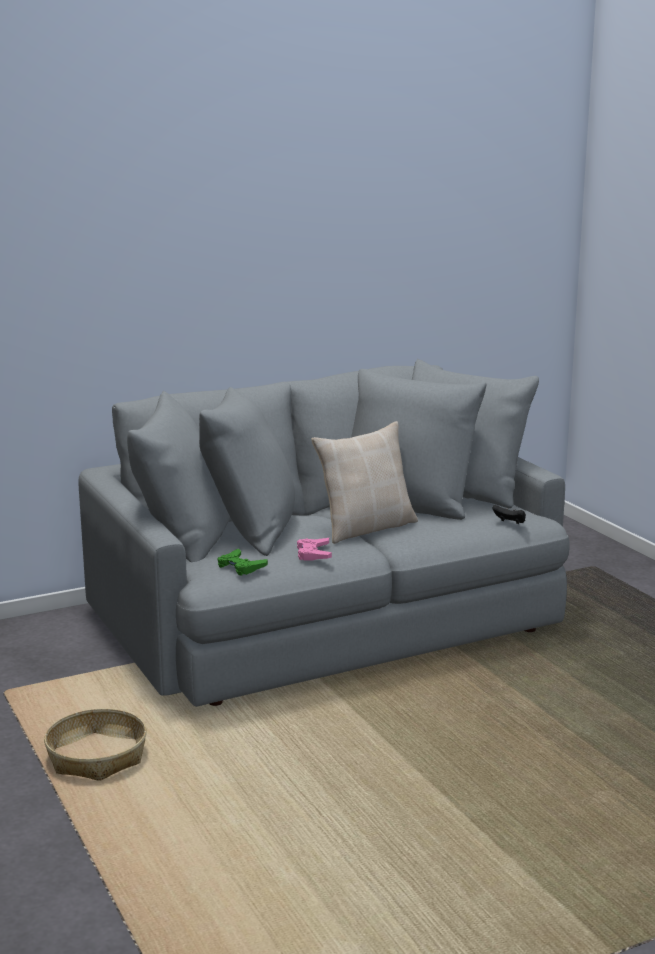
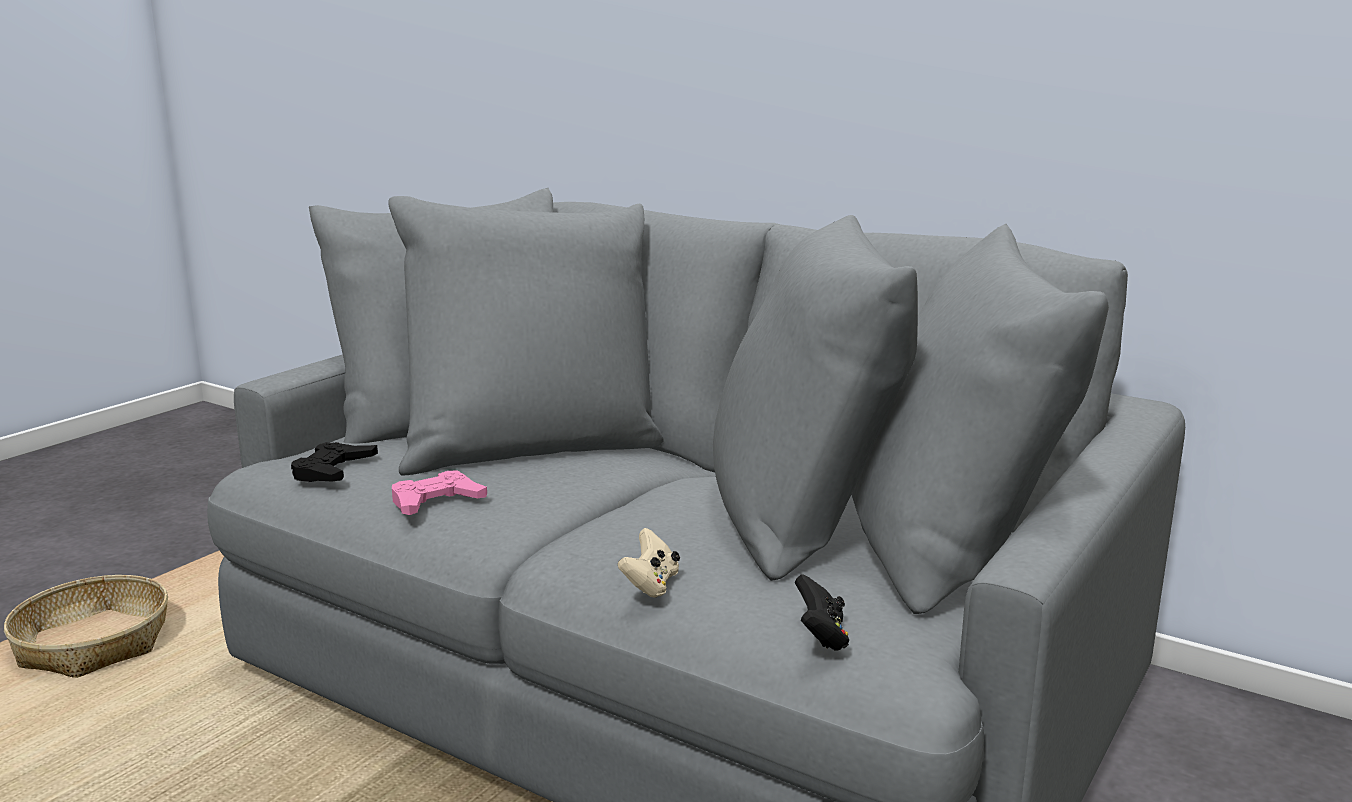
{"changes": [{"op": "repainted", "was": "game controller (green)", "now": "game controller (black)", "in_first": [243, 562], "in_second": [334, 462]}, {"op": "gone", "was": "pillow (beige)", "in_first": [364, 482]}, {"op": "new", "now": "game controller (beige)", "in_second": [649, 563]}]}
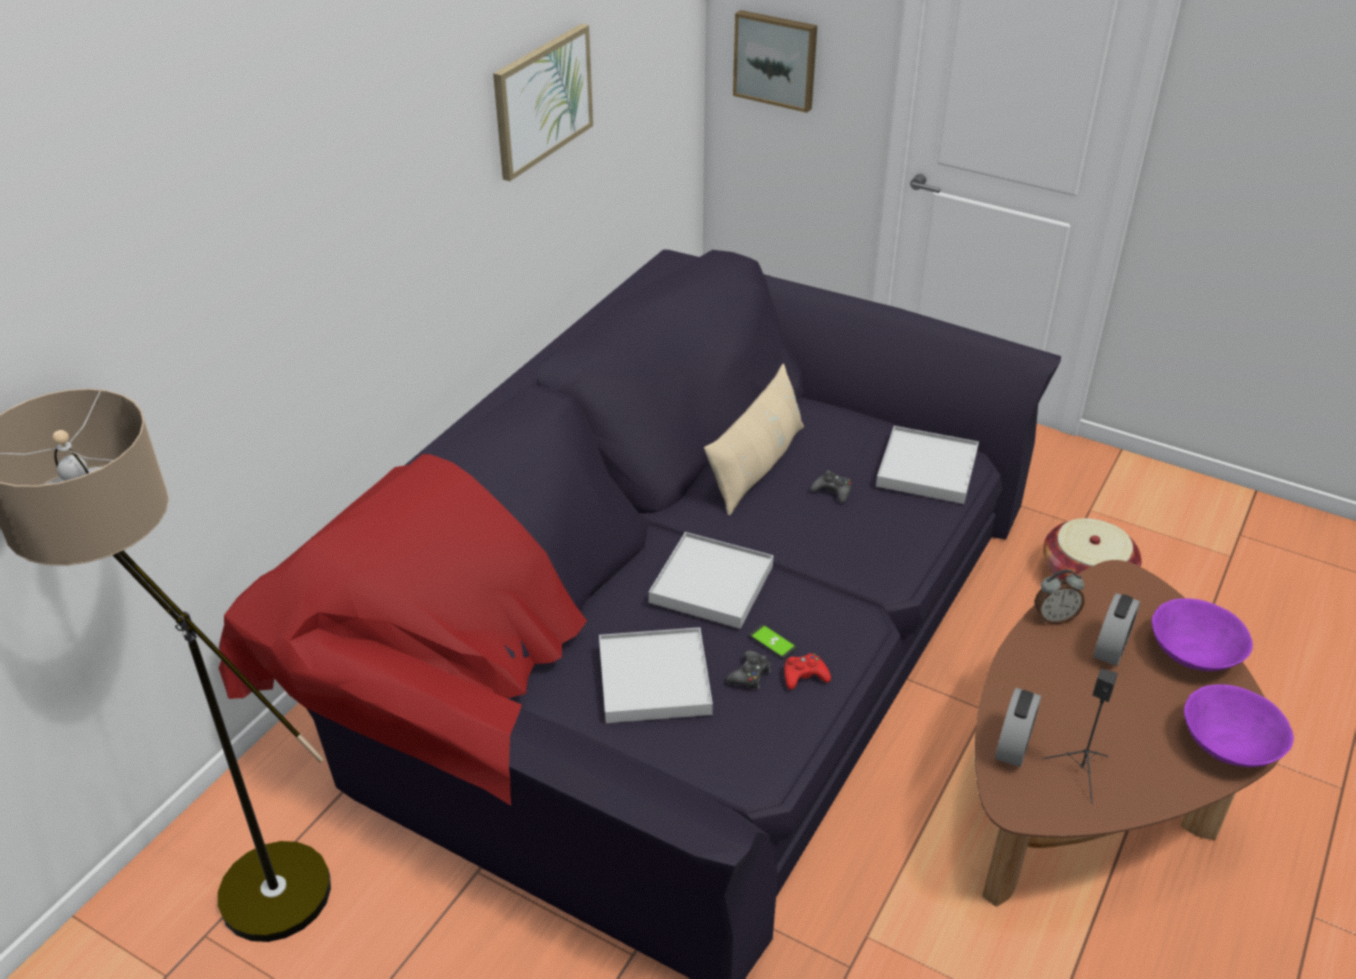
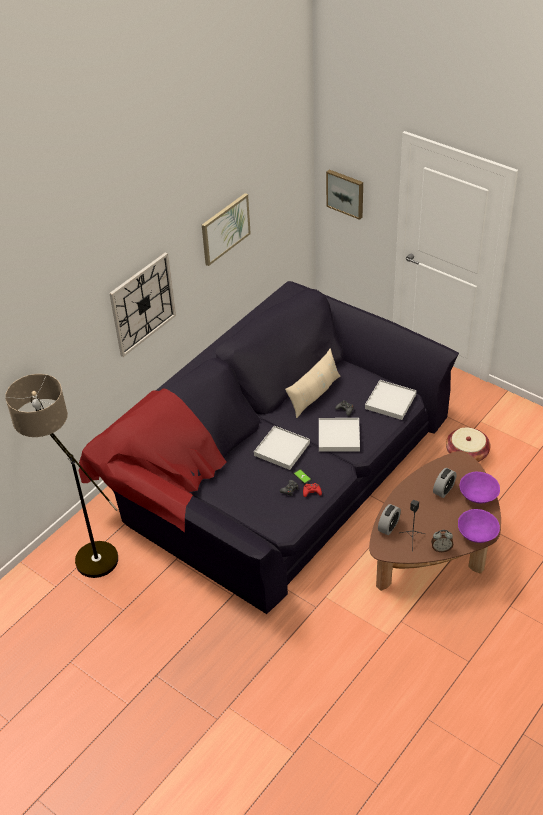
{"changes": [{"op": "shifted", "was": "tray (white)", "in_first": [656, 675], "in_second": [339, 434]}, {"op": "shifted", "was": "alarm clock", "in_first": [1060, 597], "in_second": [442, 541]}, {"op": "new", "now": "wall clock", "in_second": [142, 304]}]}
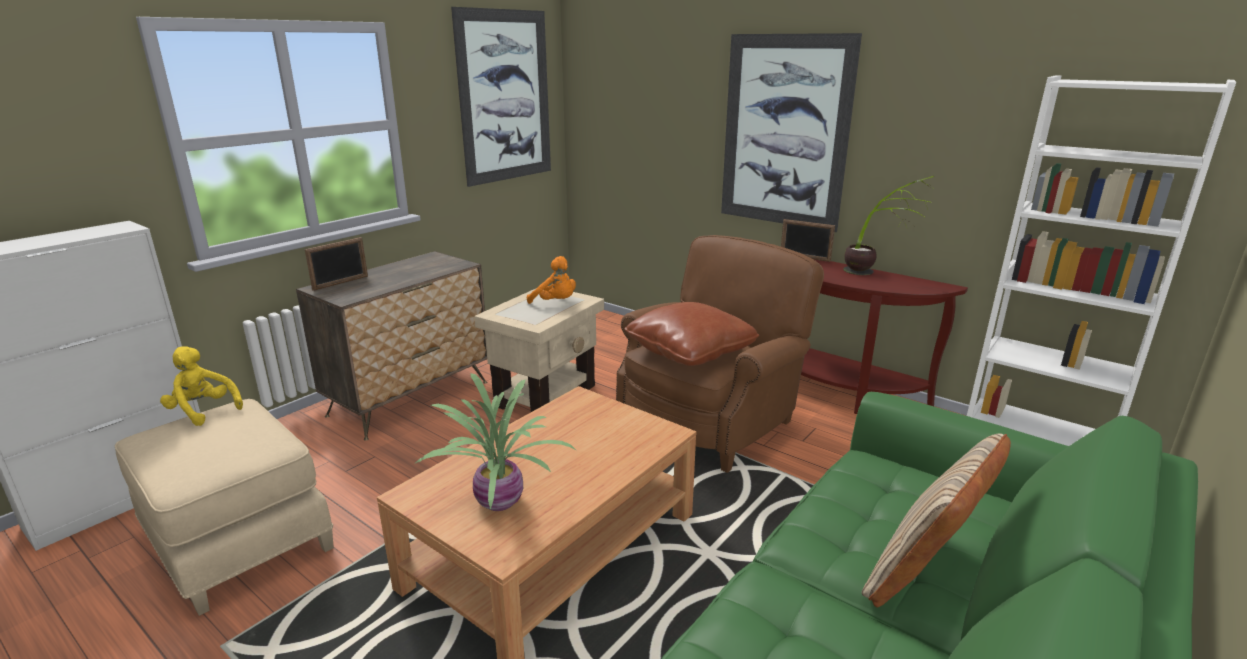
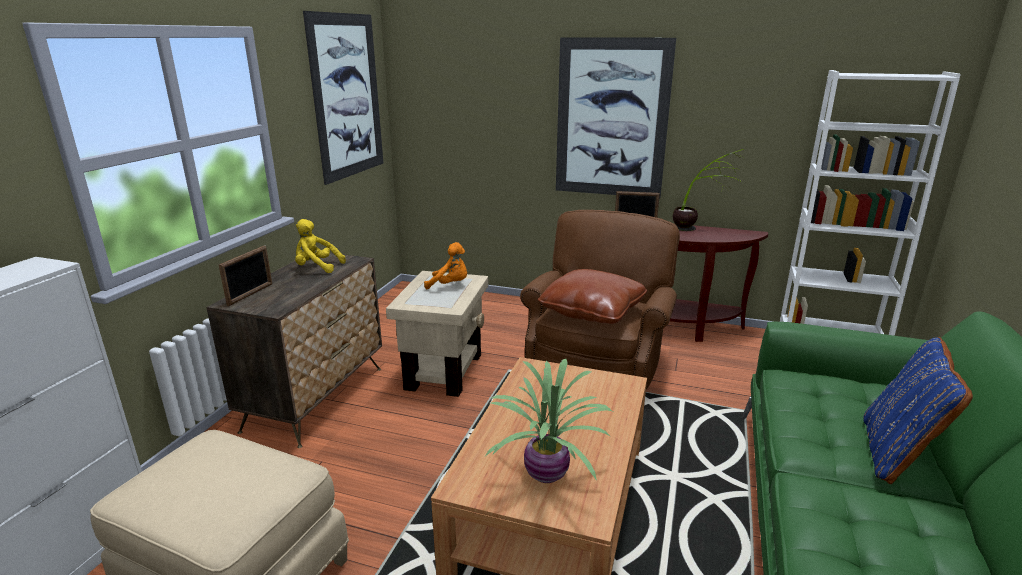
{"changes": [{"op": "shifted", "was": "plush toy (yellow)", "in_first": [201, 386], "in_second": [320, 246]}, {"op": "repainted", "was": "pillow (beige)", "now": "pillow (blue)", "in_first": [936, 520], "in_second": [918, 410]}]}
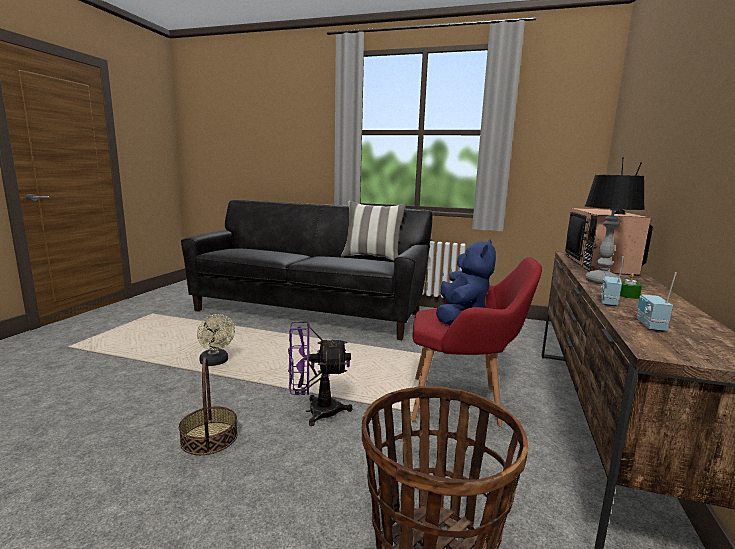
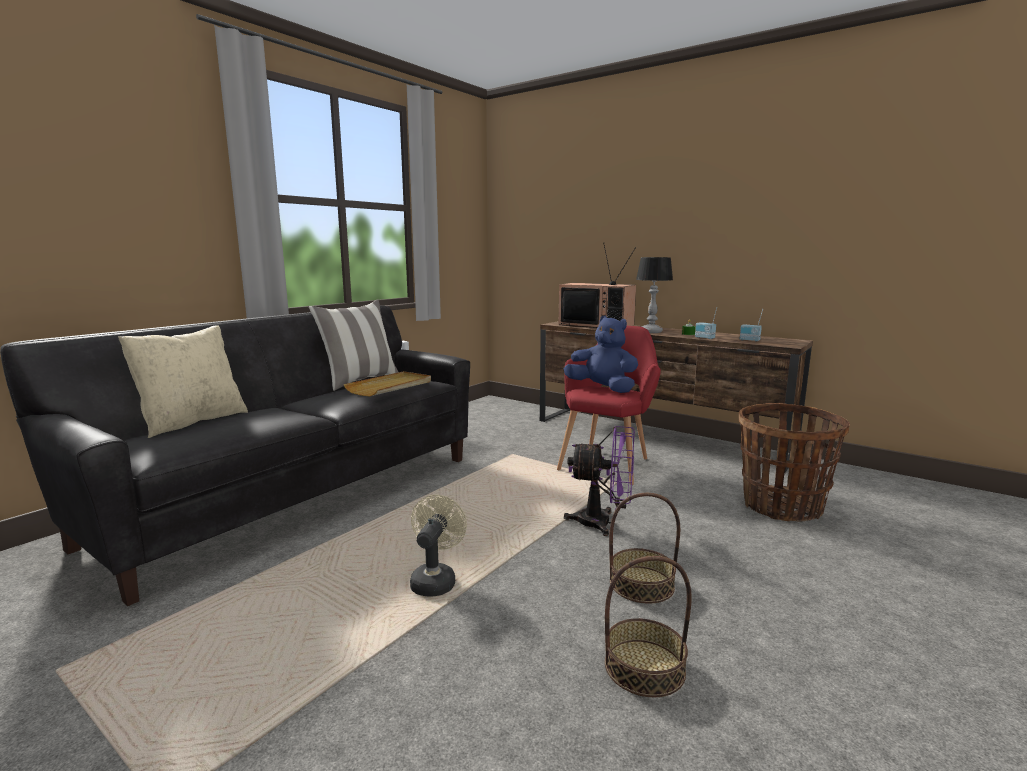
{"changes": [{"op": "rotated", "was": "fan (beige)", "in_first": [216, 340], "in_second": [438, 546], "clockwise": -60}, {"op": "rotated", "was": "fan (purple)", "in_first": [320, 373], "in_second": [599, 481], "clockwise": -90}, {"op": "new", "now": "pillow (beige)", "in_second": [183, 381]}, {"op": "new", "now": "tray (beige)", "in_second": [387, 384]}, {"op": "new", "now": "basket", "in_second": [648, 626]}]}
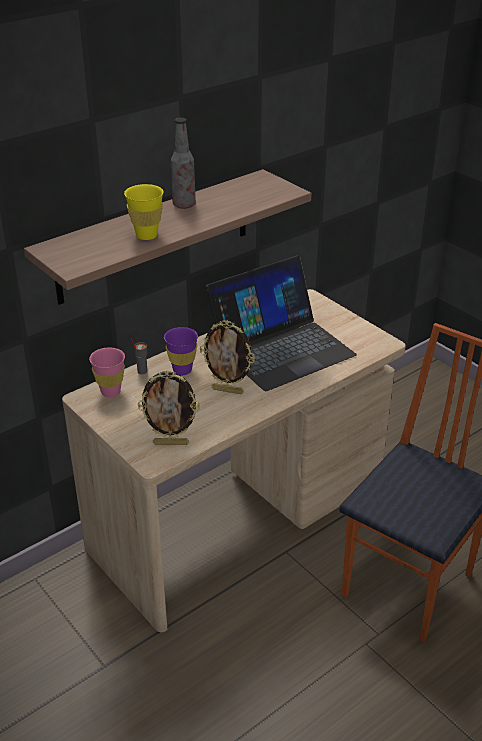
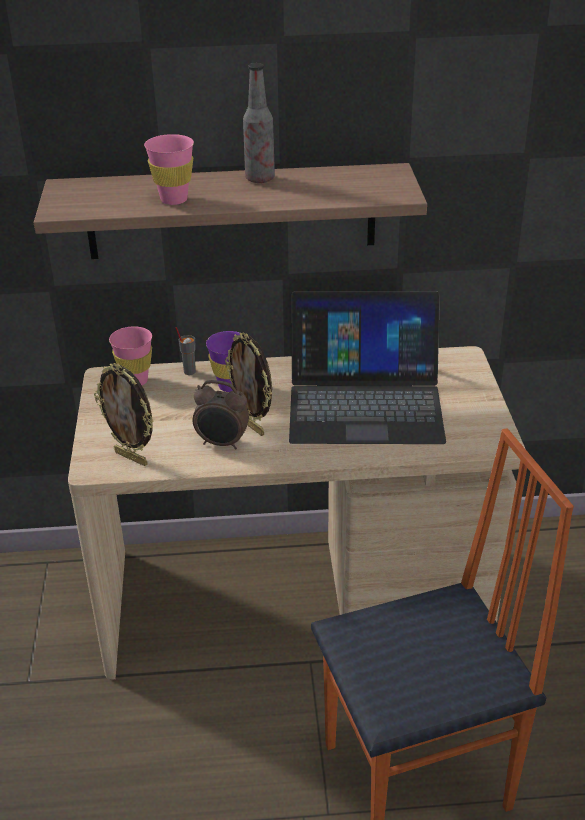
{"changes": [{"op": "repainted", "was": "cup (yellow)", "now": "cup (pink)", "in_first": [144, 212], "in_second": [169, 169]}, {"op": "new", "now": "alarm clock", "in_second": [220, 415]}]}
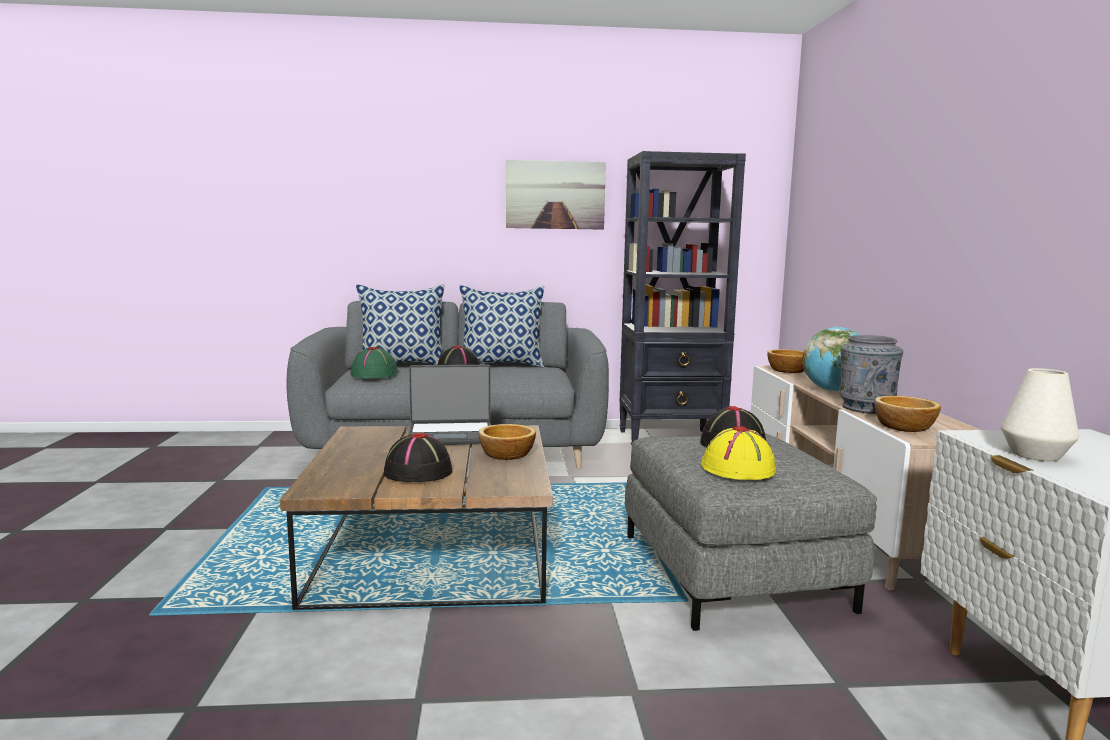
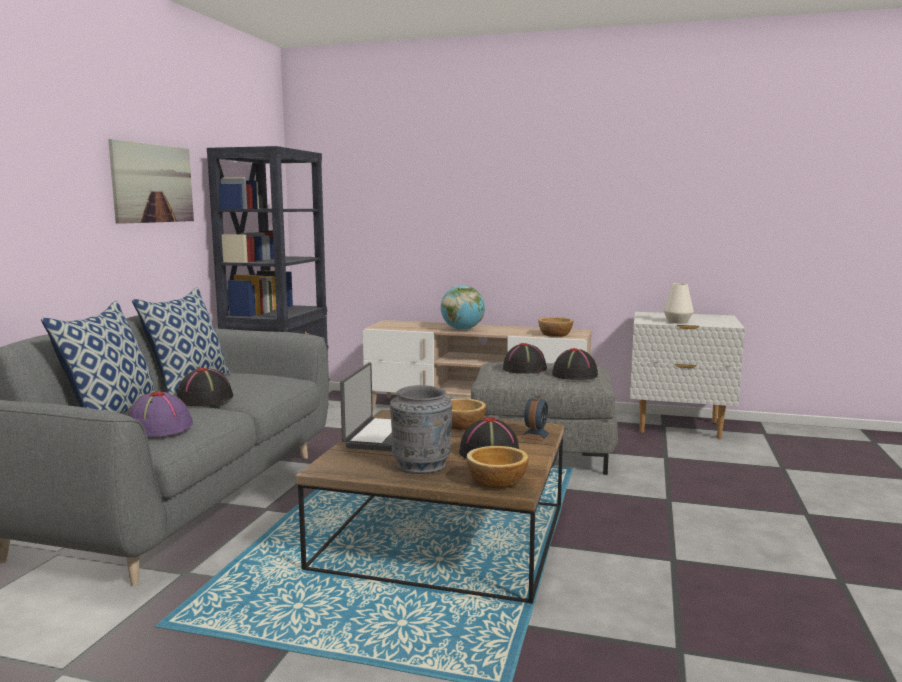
{"changes": [{"op": "repainted", "was": "hat (green)", "now": "hat (purple)", "in_first": [374, 363], "in_second": [160, 413]}, {"op": "repainted", "was": "hat (yellow)", "now": "hat (black)", "in_first": [738, 453], "in_second": [575, 364]}, {"op": "shifted", "was": "bowl", "in_first": [785, 361], "in_second": [497, 467]}, {"op": "shifted", "was": "vase (grey)", "in_first": [871, 374], "in_second": [421, 429]}, {"op": "new", "now": "alarm clock", "in_second": [535, 418]}]}
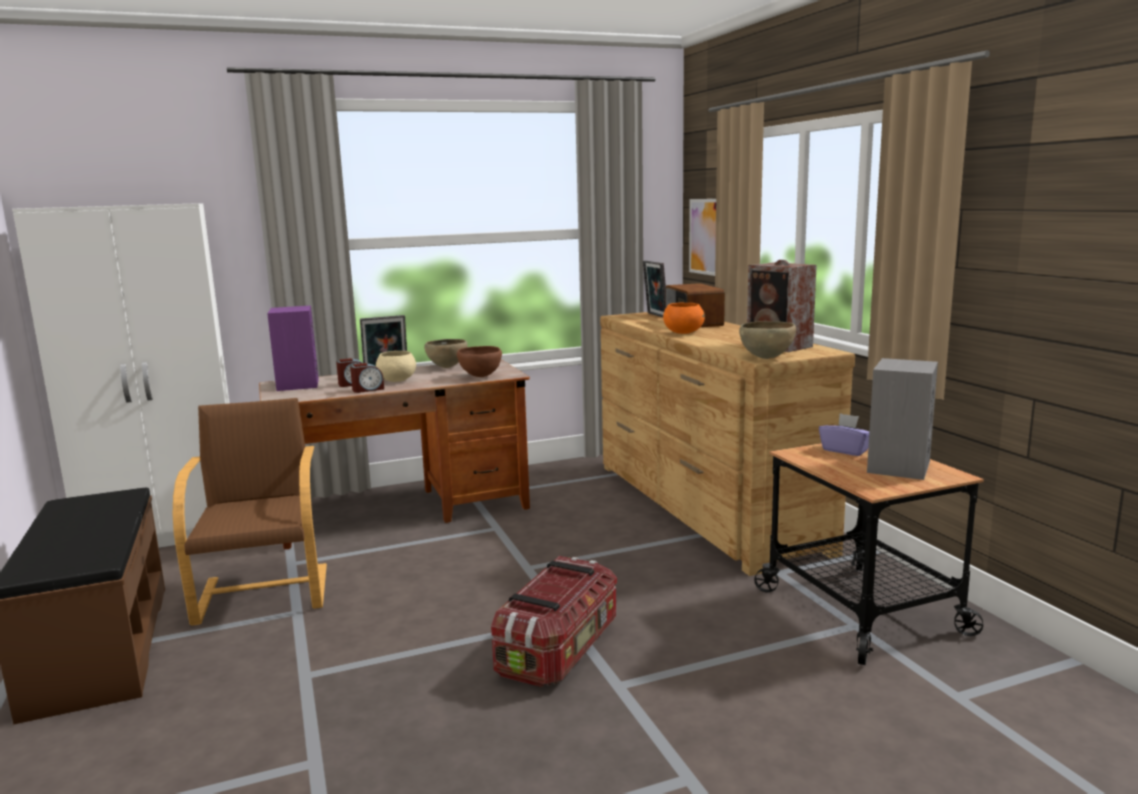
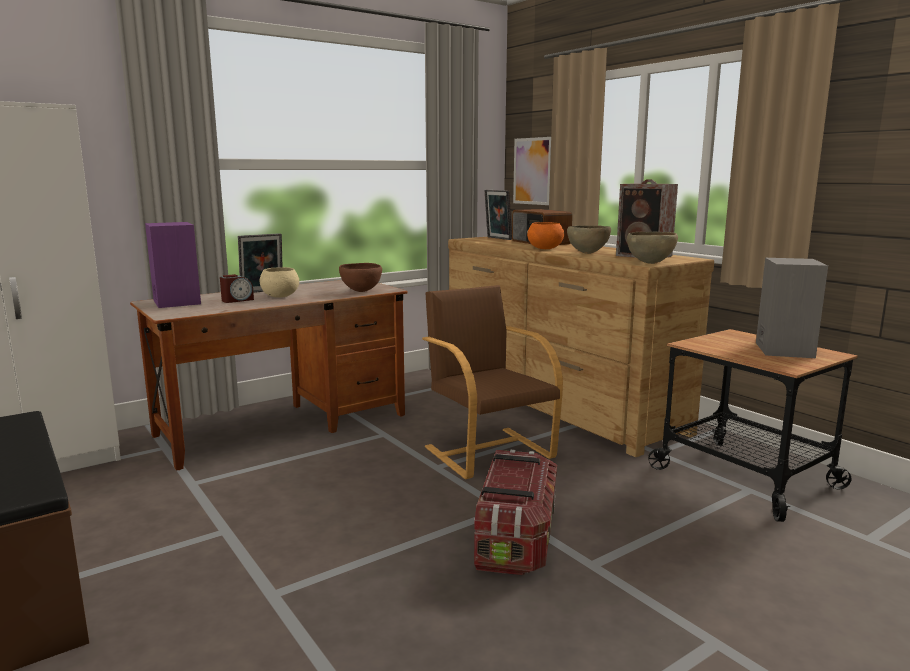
{"changes": [{"op": "shifted", "was": "armchair (brown)", "in_first": [250, 512], "in_second": [492, 382]}, {"op": "gone", "was": "alarm clock", "in_first": [367, 378]}, {"op": "shifted", "was": "bowl (brown)", "in_first": [446, 353], "in_second": [589, 239]}, {"op": "gone", "was": "tissue box (purple)", "in_first": [844, 434]}]}
